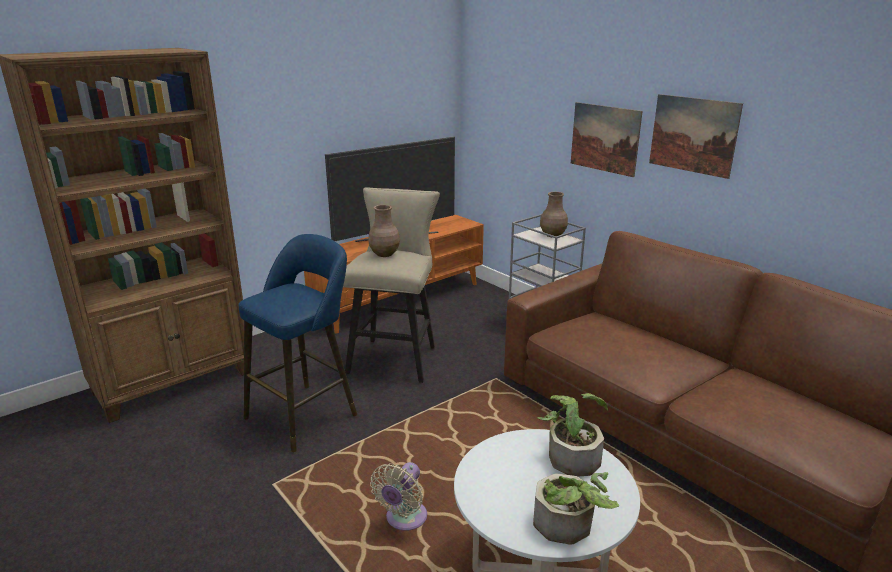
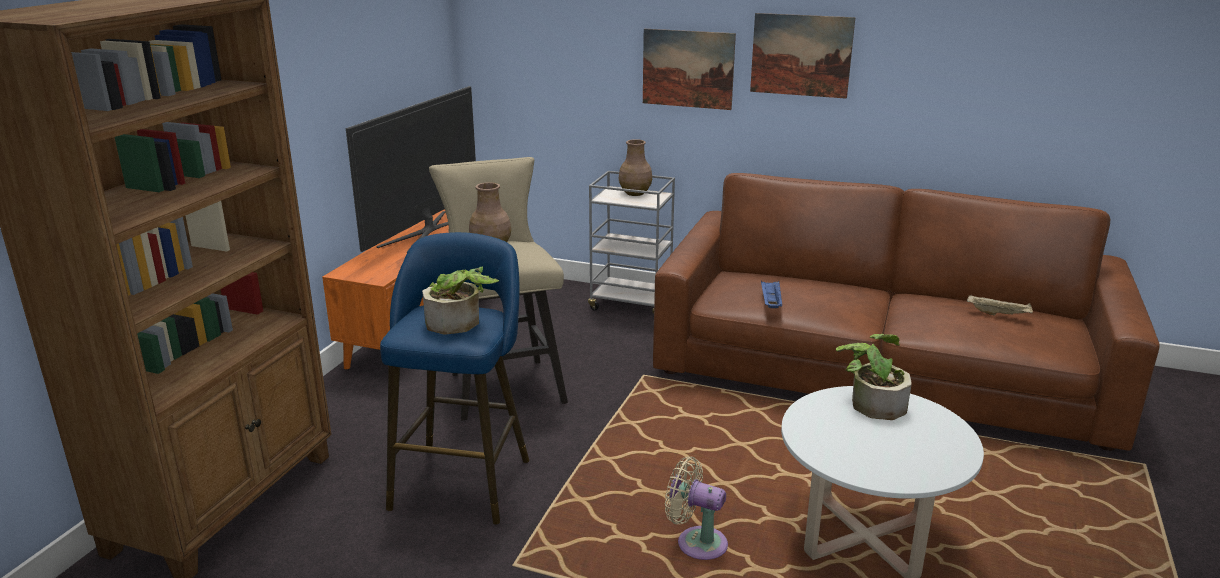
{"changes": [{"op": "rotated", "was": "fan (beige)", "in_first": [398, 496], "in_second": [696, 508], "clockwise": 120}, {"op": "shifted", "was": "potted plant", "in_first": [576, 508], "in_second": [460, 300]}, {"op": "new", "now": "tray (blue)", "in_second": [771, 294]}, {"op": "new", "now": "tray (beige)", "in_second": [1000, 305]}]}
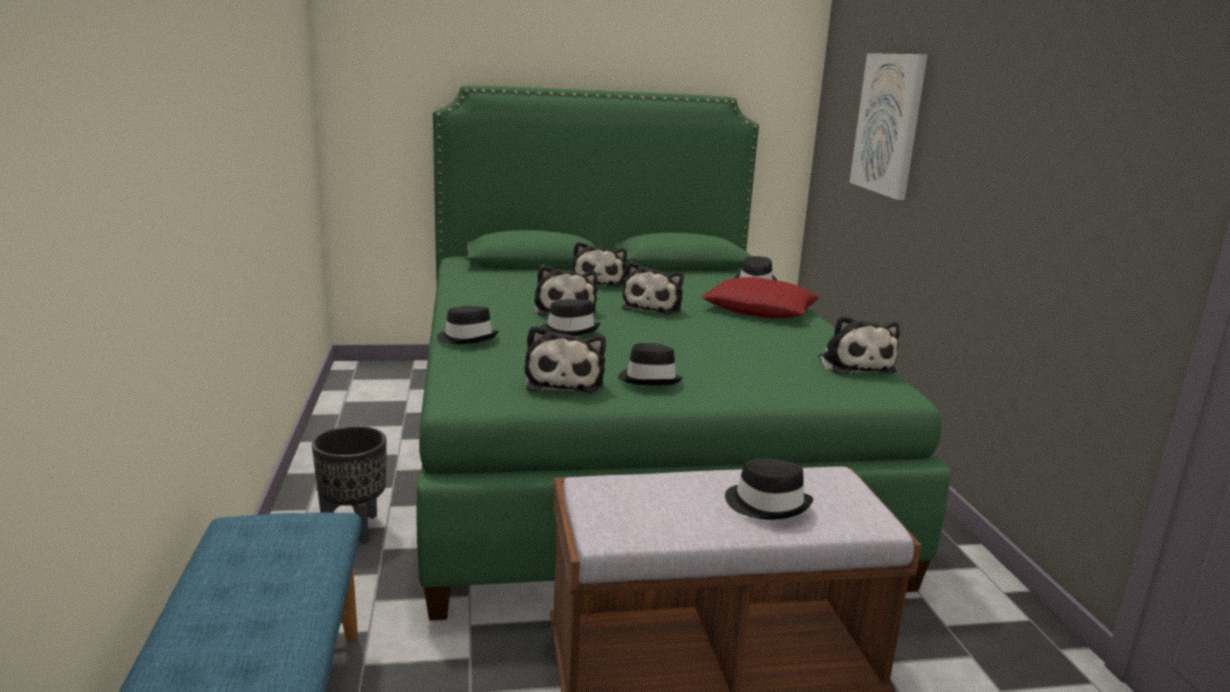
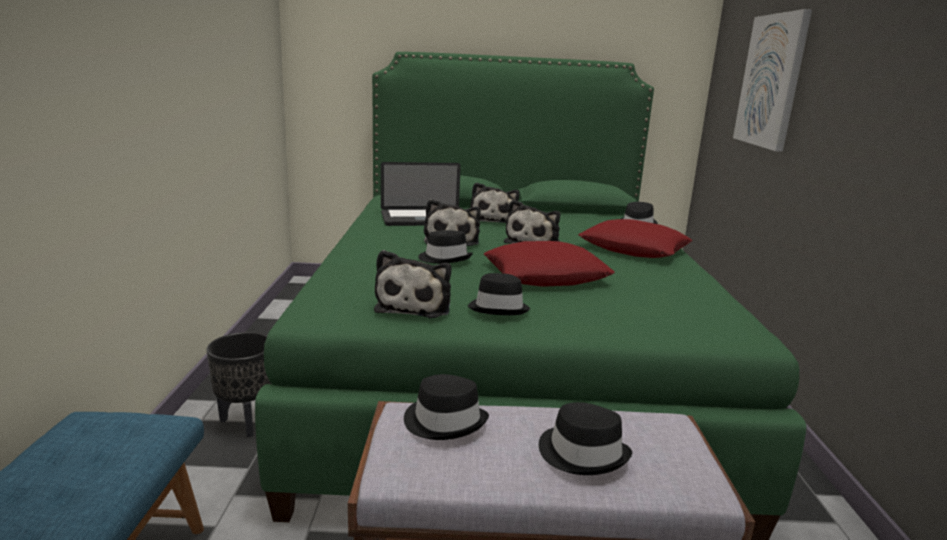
{"changes": [{"op": "shifted", "was": "hat (black)", "in_first": [467, 325], "in_second": [446, 407]}, {"op": "gone", "was": "plush toy", "in_first": [859, 345]}, {"op": "new", "now": "laptop", "in_second": [421, 194]}, {"op": "new", "now": "pillow (red)", "in_second": [549, 264]}]}
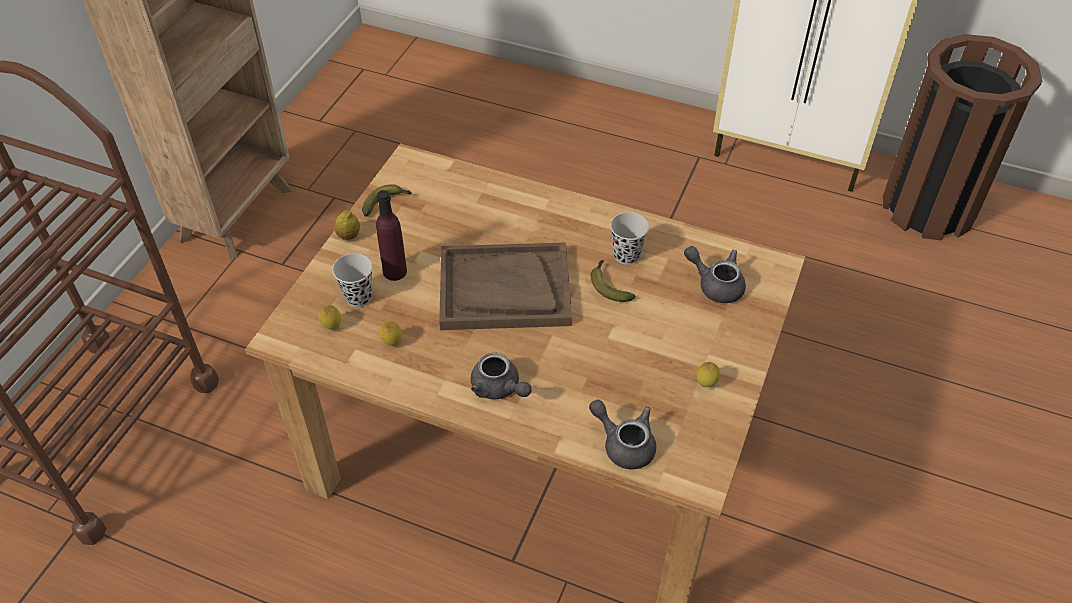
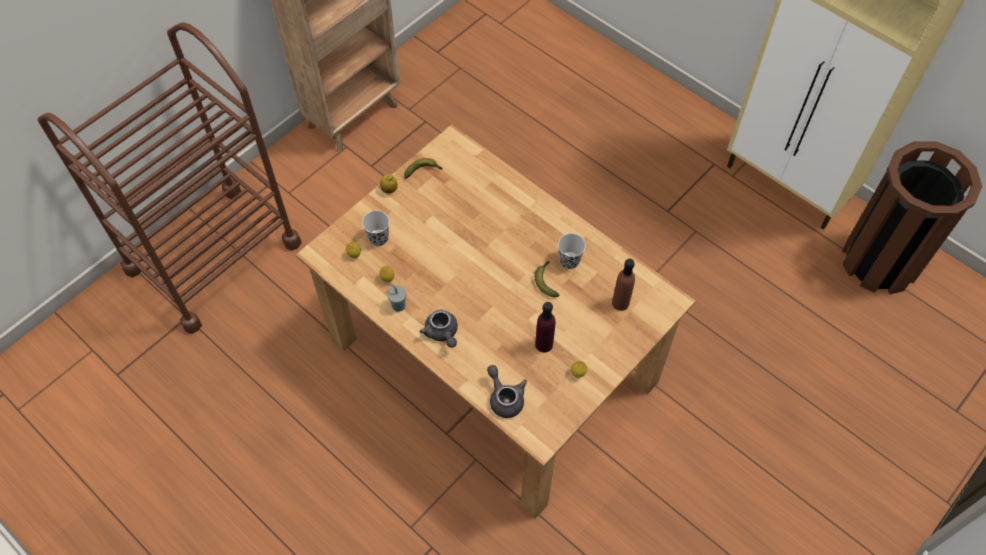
{"changes": [{"op": "shifted", "was": "bottle (purple)", "in_first": [391, 235], "in_second": [545, 327]}, {"op": "gone", "was": "tray (brown)", "in_first": [505, 286]}, {"op": "swapped", "was": "teapot (grey)", "now": "bottle (brown)", "in_first": [715, 274], "in_second": [623, 285]}, {"op": "new", "now": "cup (grey)", "in_second": [396, 297]}]}
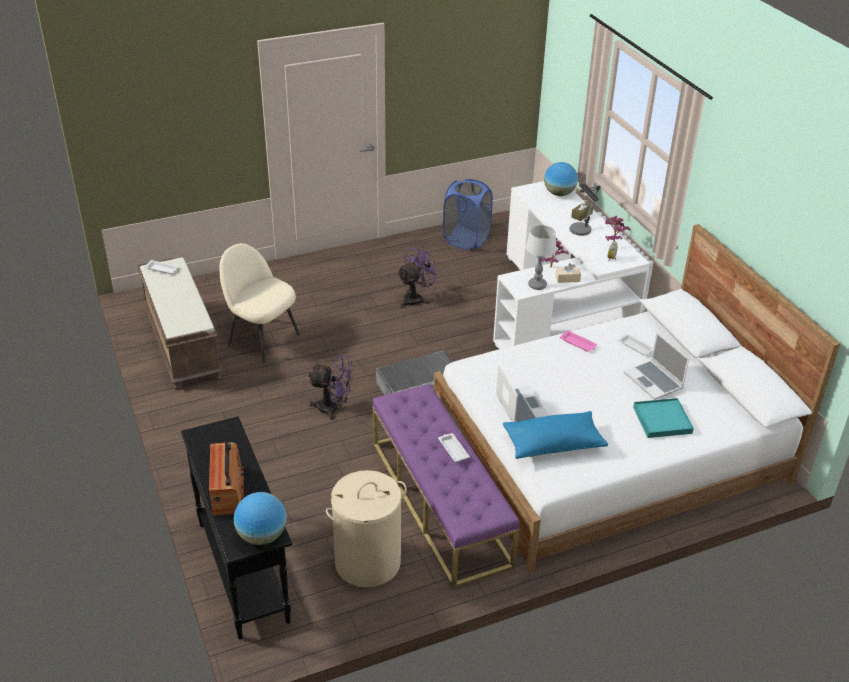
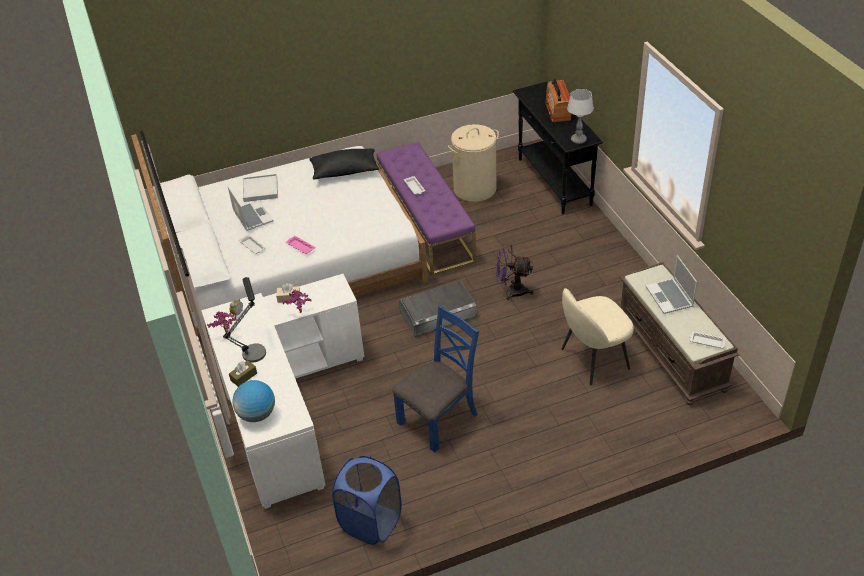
{"changes": [{"op": "rotated", "was": "chair (beige)", "in_first": [259, 303], "in_second": [597, 336], "clockwise": 120}, {"op": "gone", "was": "globe", "in_first": [260, 518]}, {"op": "swapped", "was": "fan (purple)", "now": "chair (blue)", "in_first": [419, 277], "in_second": [435, 379]}, {"op": "shifted", "was": "laptop", "in_first": [522, 393], "in_second": [671, 284]}, {"op": "repainted", "was": "pillow (blue)", "now": "pillow (black)", "in_first": [555, 435], "in_second": [344, 164]}, {"op": "shifted", "was": "table lamp", "in_first": [541, 257], "in_second": [580, 116]}, {"op": "repainted", "was": "tray (turquoise)", "now": "tray (white)", "in_first": [663, 418], "in_second": [260, 188]}]}
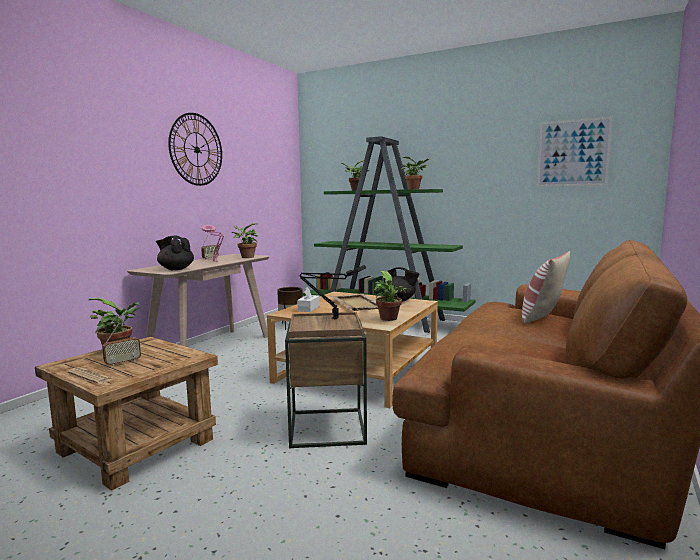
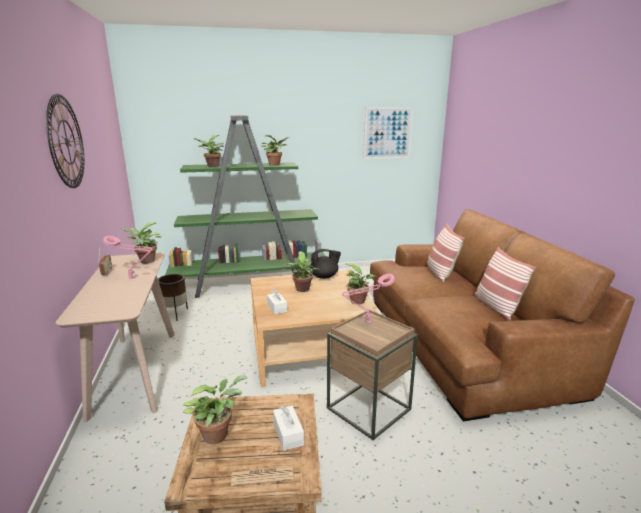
{"changes": [{"op": "gone", "was": "radio", "in_first": [121, 344]}, {"op": "gone", "was": "teapot (black)", "in_first": [175, 253]}, {"op": "repainted", "was": "table lamp (black)", "now": "table lamp (pink)", "in_first": [332, 292], "in_second": [368, 298]}, {"op": "swapped", "was": "tray (beige)", "now": "potted plant", "in_first": [354, 302], "in_second": [303, 271]}, {"op": "new", "now": "tissue box (white)", "in_second": [288, 428]}, {"op": "new", "now": "pillow", "in_second": [505, 284]}]}
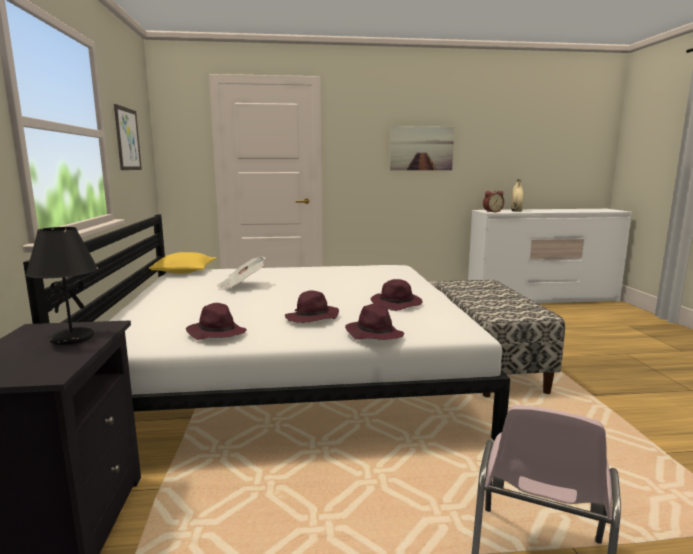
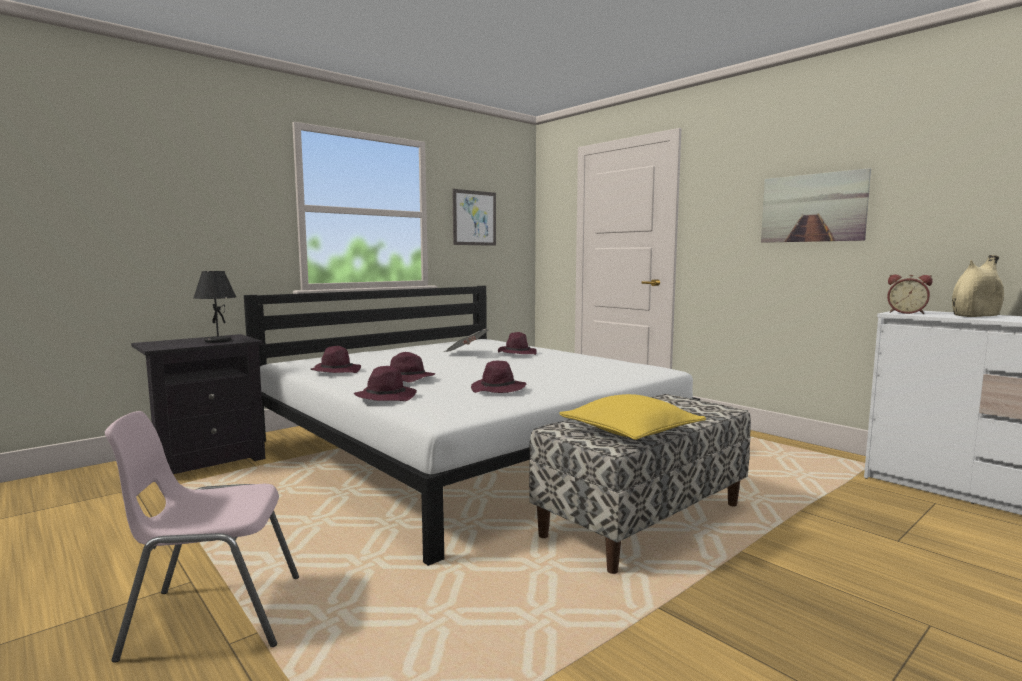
{"changes": [{"op": "shifted", "was": "pillow (yellow)", "in_first": [183, 263], "in_second": [632, 417]}, {"op": "new", "now": "hat (purple)", "in_second": [517, 343]}]}
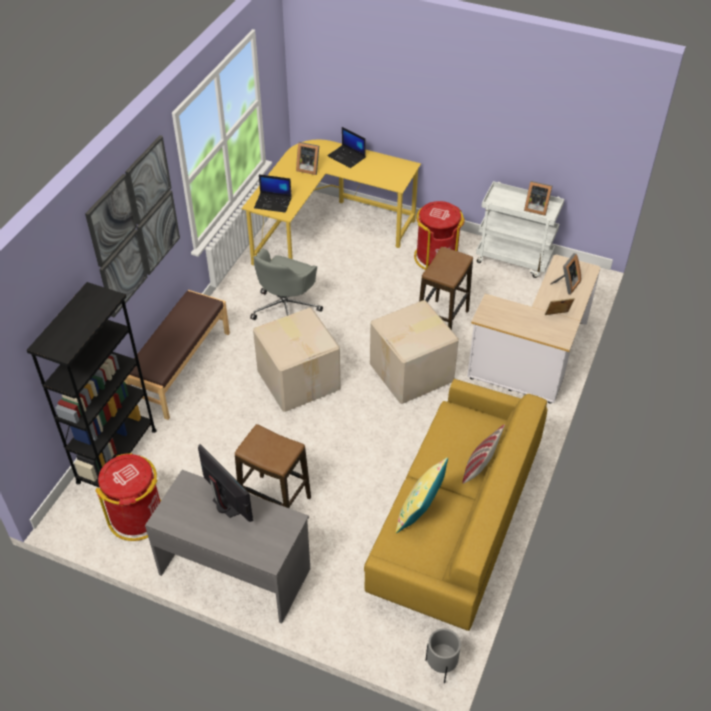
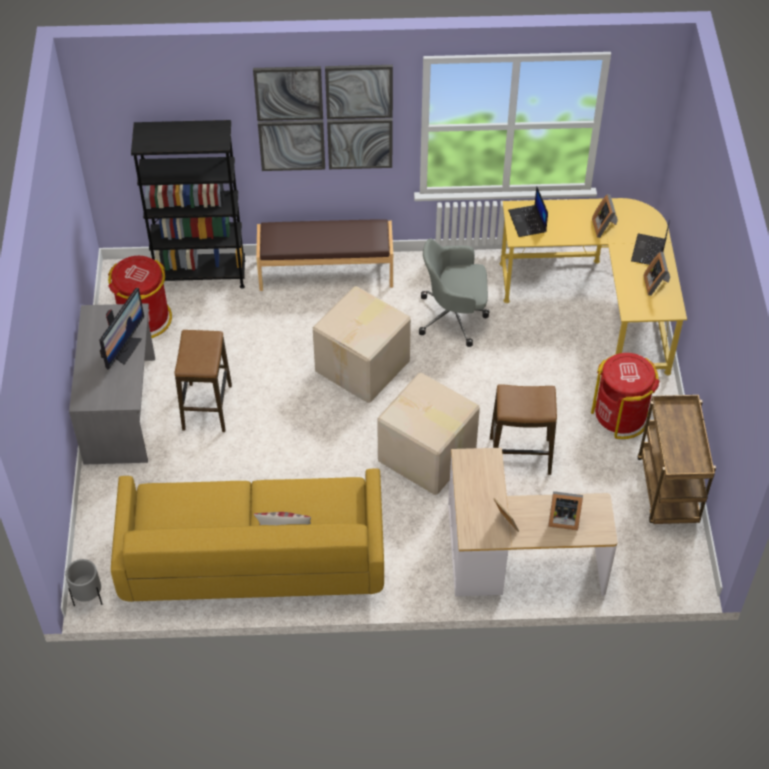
{"changes": [{"op": "gone", "was": "pillow (yellow)", "in_first": [422, 495]}, {"op": "repainted", "was": "cart (white)", "now": "cart (brown)", "in_first": [520, 229], "in_second": [676, 459]}, {"op": "shifted", "was": "picture frame", "in_first": [538, 198], "in_second": [656, 273]}]}
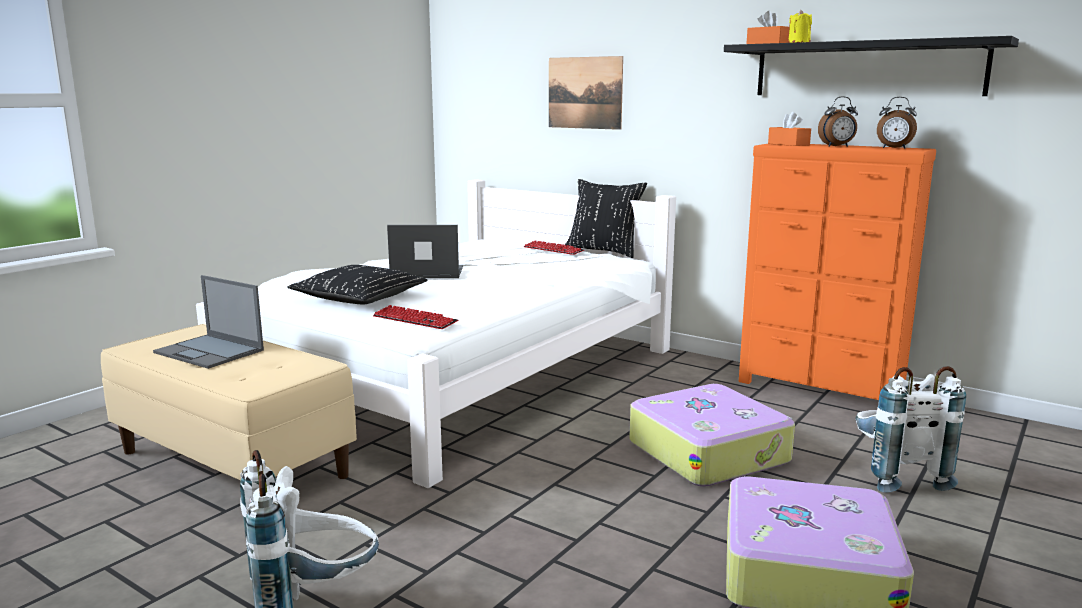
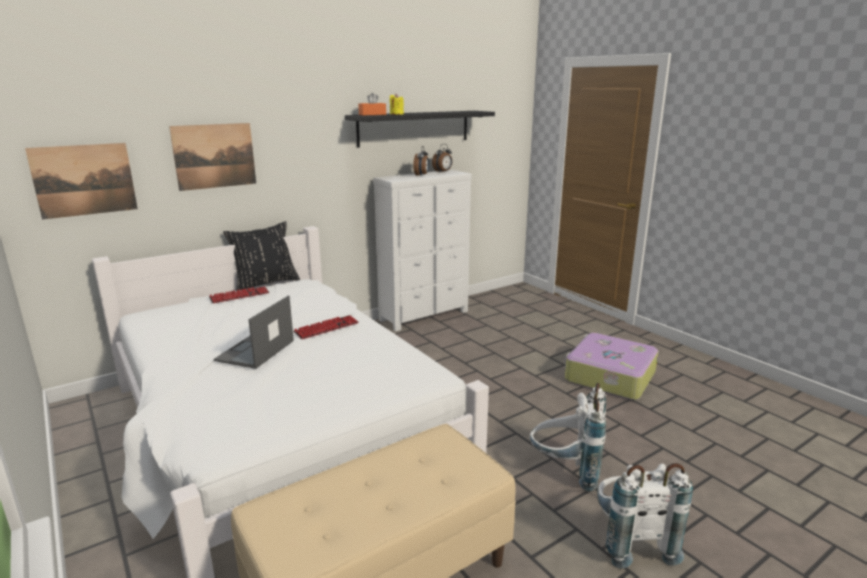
{"changes": [{"op": "gone", "was": "laptop", "in_first": [208, 322]}, {"op": "gone", "was": "pillow (black)", "in_first": [357, 284]}, {"op": "shifted", "was": "keyboard", "in_first": [415, 317], "in_second": [326, 327]}, {"op": "gone", "was": "suitcase", "in_first": [712, 435]}, {"op": "repainted", "was": "dresser (orange)", "now": "dresser (white)", "in_first": [837, 272], "in_second": [422, 250]}, {"op": "gone", "was": "tissue box (orange)", "in_first": [789, 129]}, {"op": "shifted", "was": "backpack (white)", "in_first": [910, 429], "in_second": [568, 437]}, {"op": "new", "now": "picture", "in_second": [81, 181]}]}
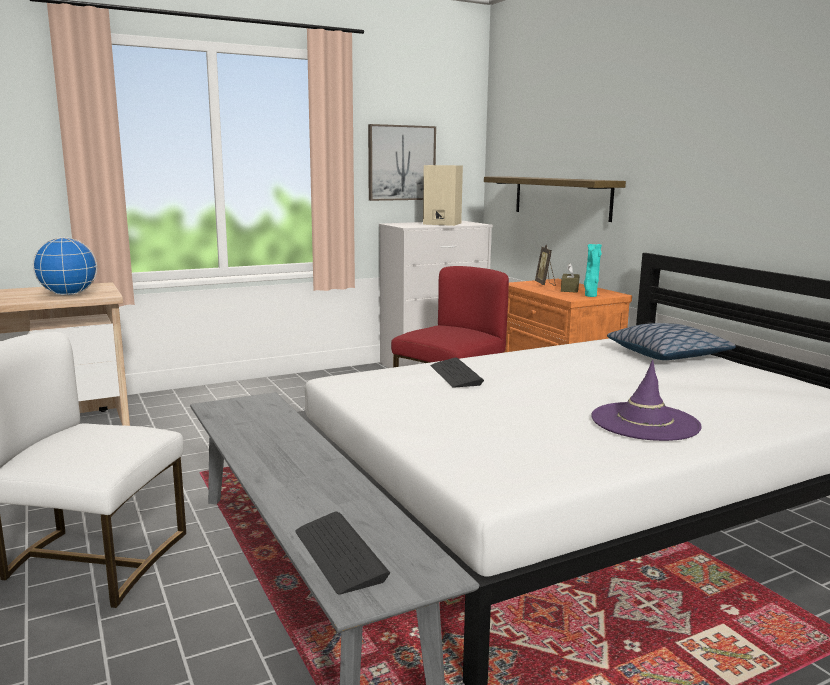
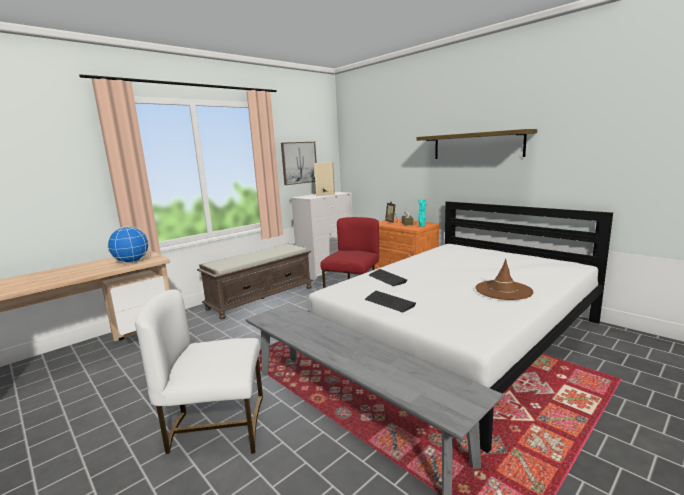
{"changes": [{"op": "shifted", "was": "keyboard", "in_first": [342, 553], "in_second": [390, 301]}, {"op": "shifted", "was": "shelf", "in_first": [555, 199], "in_second": [477, 144]}, {"op": "repainted", "was": "hat (purple)", "now": "hat (brown)", "in_first": [646, 400], "in_second": [505, 279]}, {"op": "gone", "was": "pillow", "in_first": [671, 341]}, {"op": "new", "now": "bench (brown)", "in_second": [255, 281]}]}
